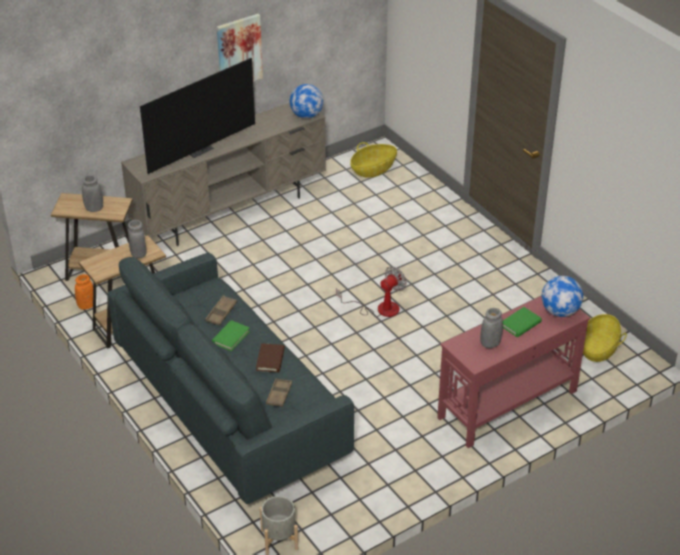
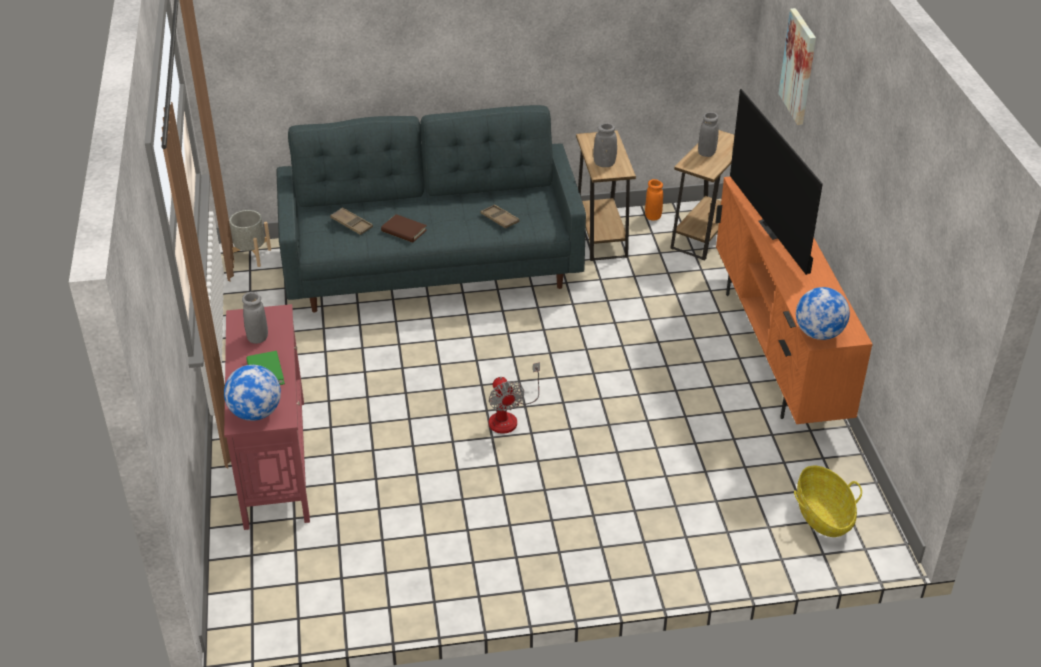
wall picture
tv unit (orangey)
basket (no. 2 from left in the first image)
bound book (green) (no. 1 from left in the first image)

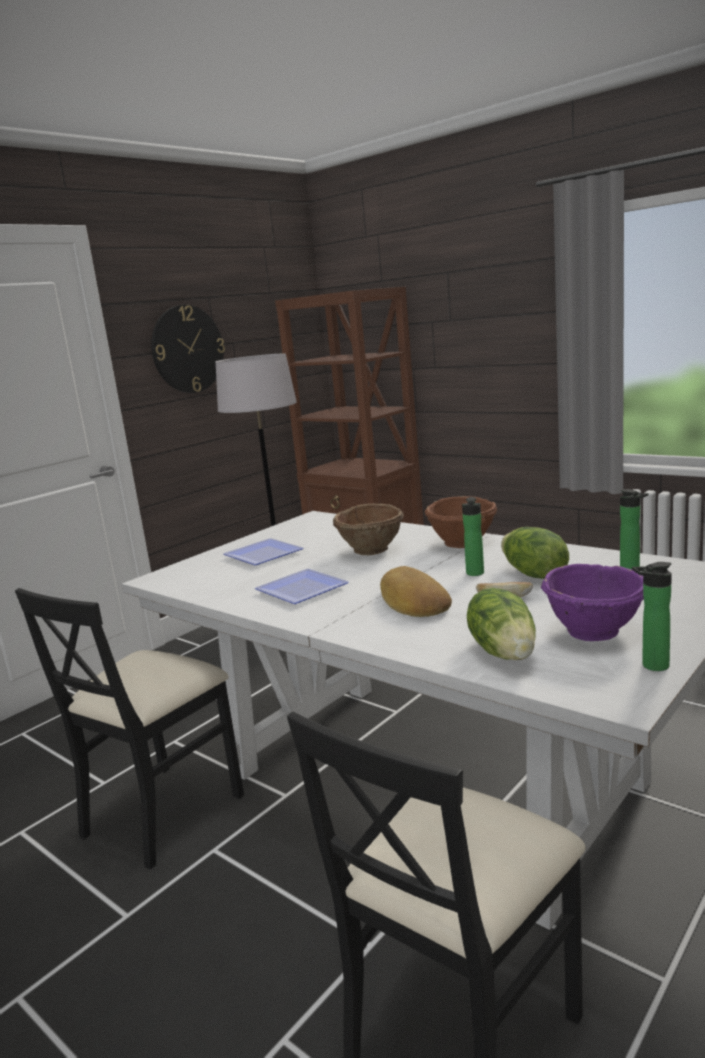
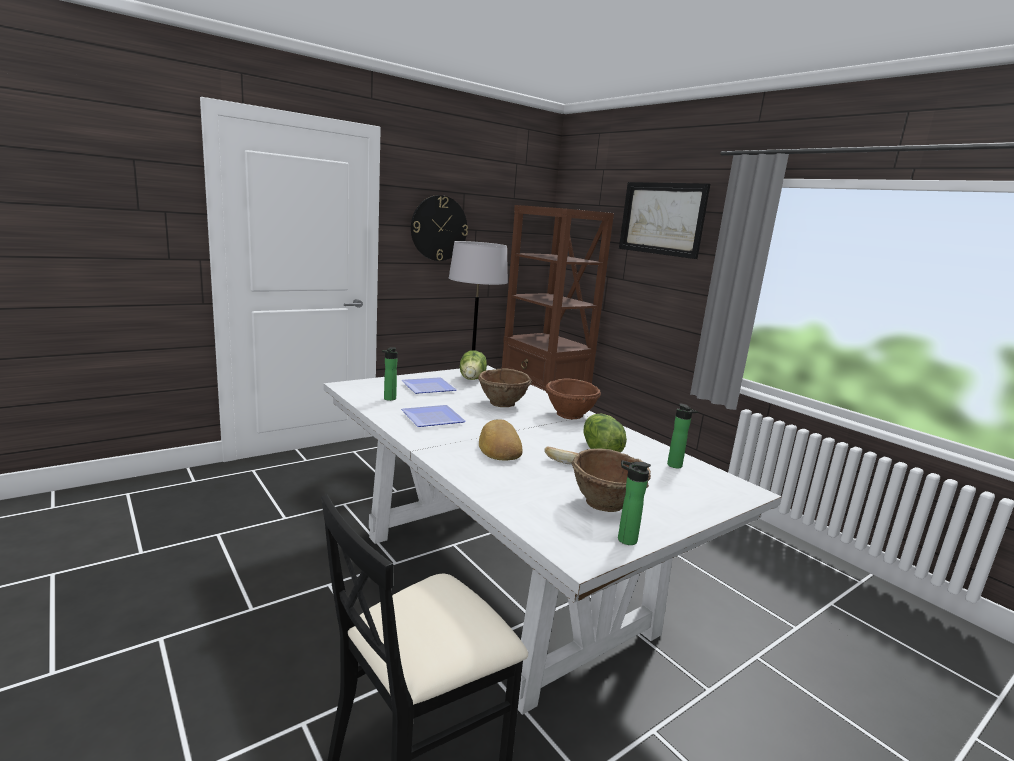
bottle (no. 1 from left)
deep dish (brown-coloured) (no. 3 from left)
plain chair (black) (no. 1 from left in the first image)
lettuce head (no. 1 from left)
wall picture

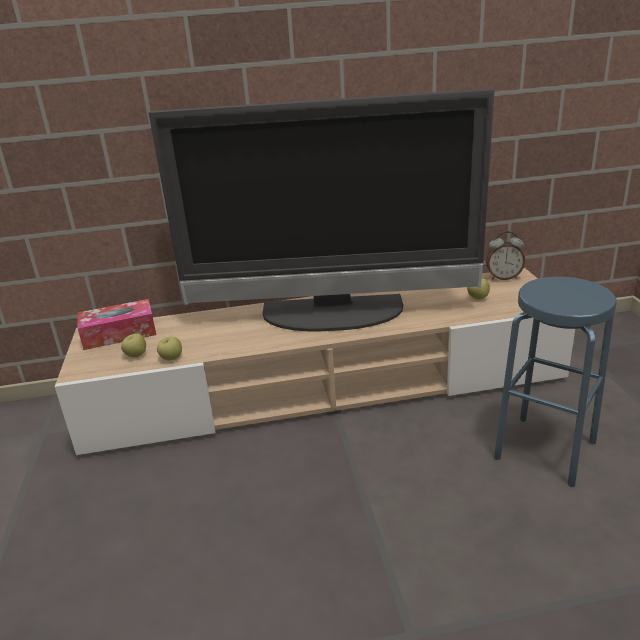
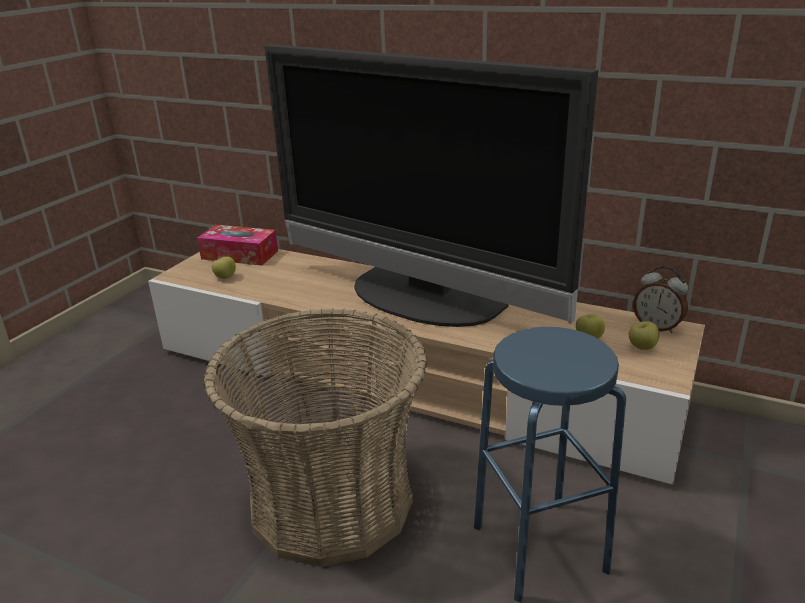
apple fruit (no. 3 from left)
basket

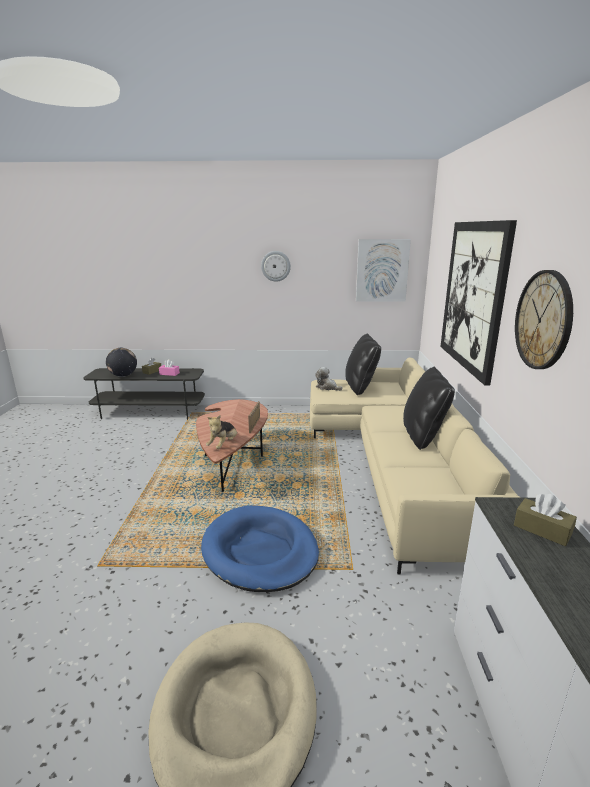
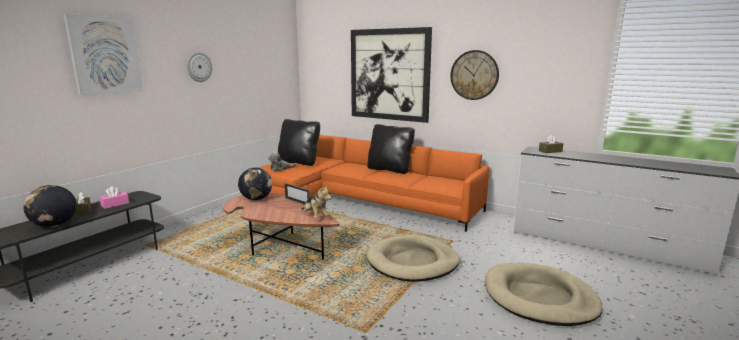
wall picture (no. 1 from left)
sofa (orangey)
dog cushion (sand-coloured) (no. 1 from left)
desk globe (no. 2 from left)

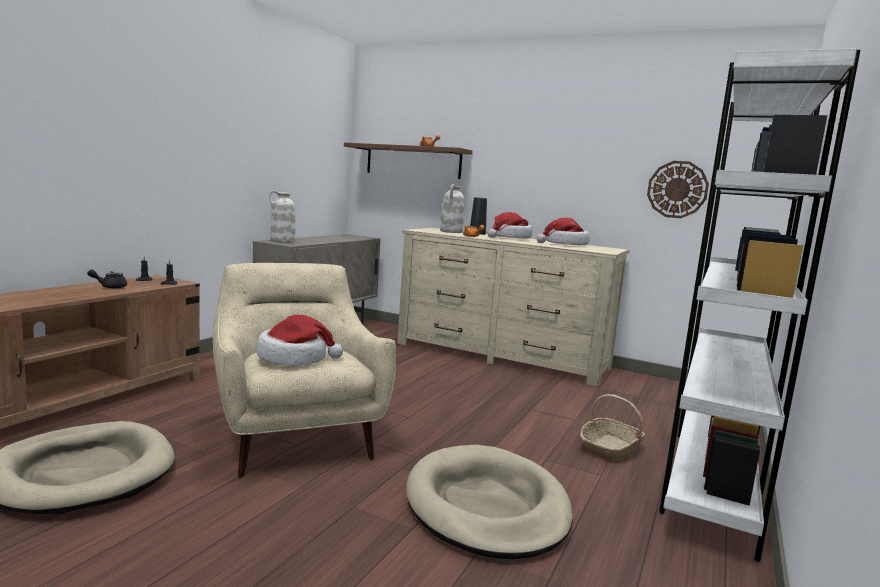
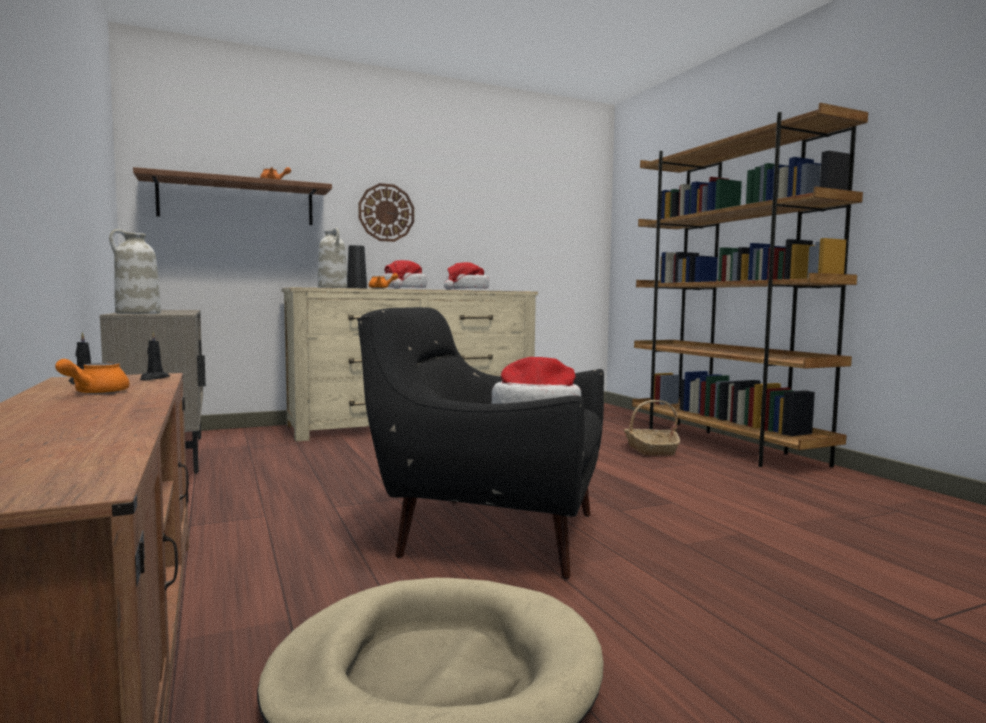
bookcase (brown-coloured)
hanging clock
armchair (black)
teapot (orangey) (no. 1 from left)
dog cushion (sand-coloured) (no. 2 from left in the first image)

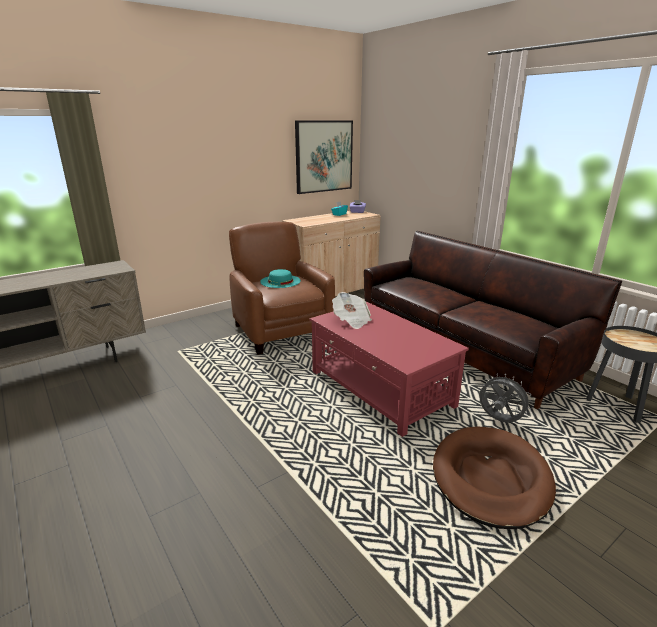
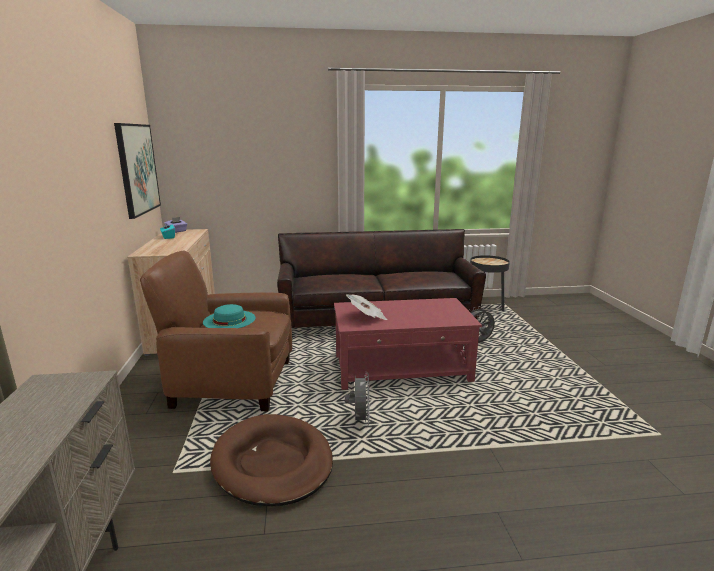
dog cushion (brown-coloured)
fan (gray) (no. 1 from left)

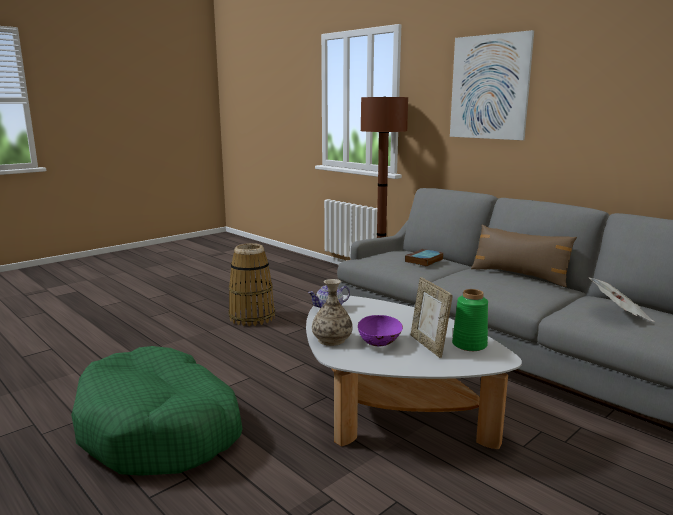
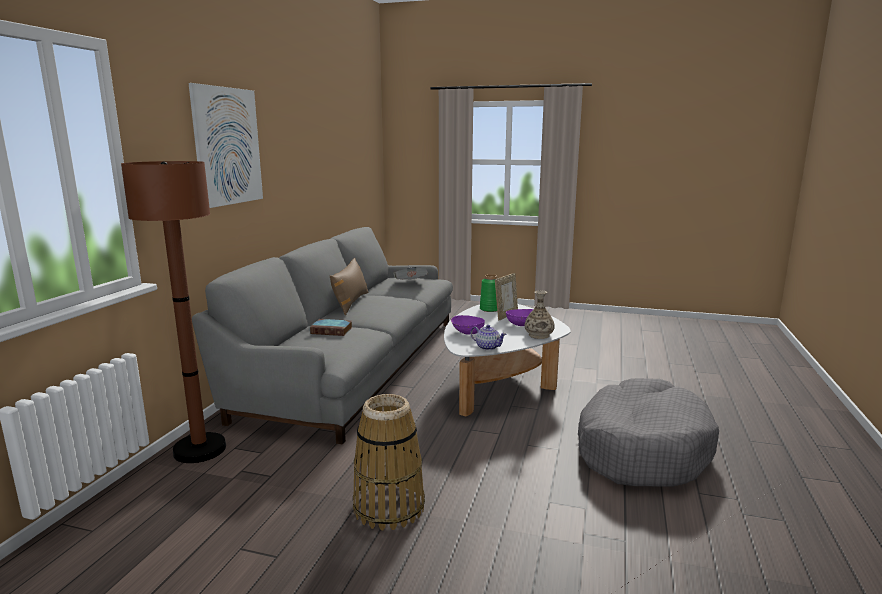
dog cushion (gray)
deep dish (purple-coloured) (no. 1 from left)

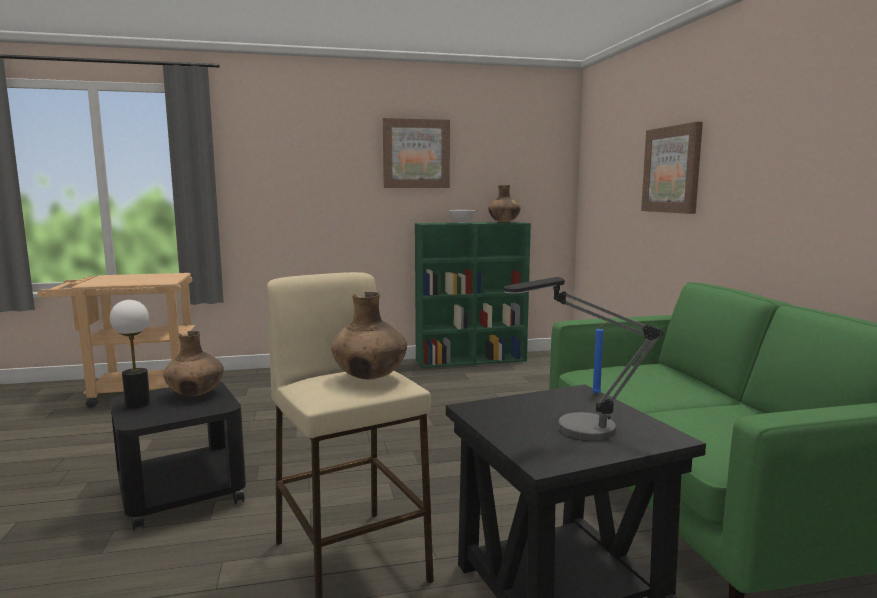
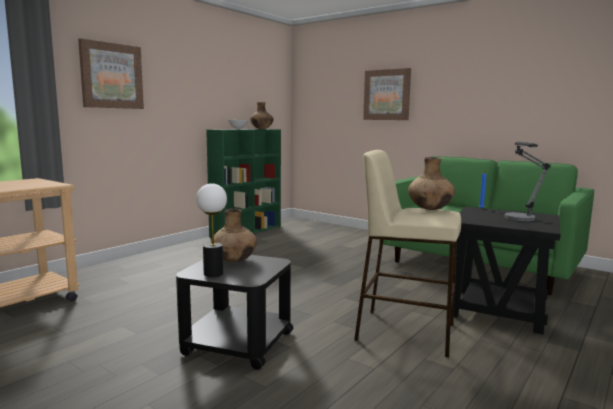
wall picture (no. 1 from left)

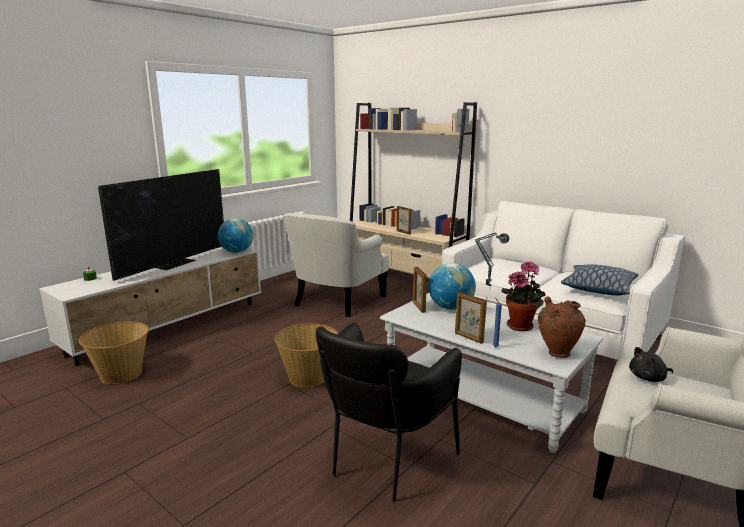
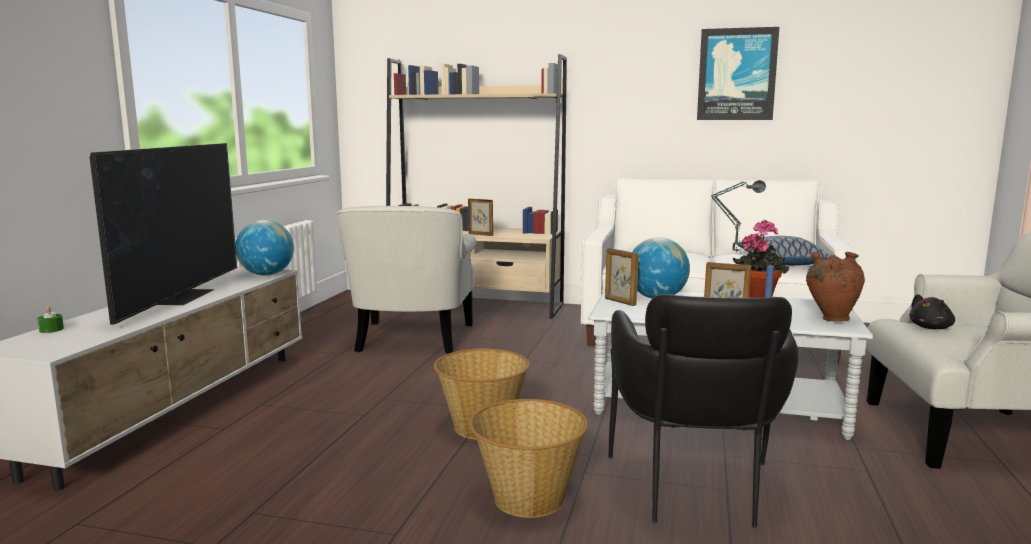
basket (no. 2 from left)
wall picture

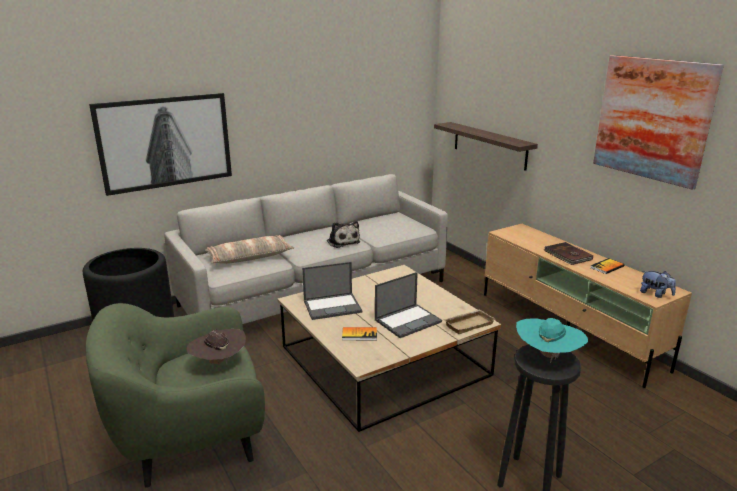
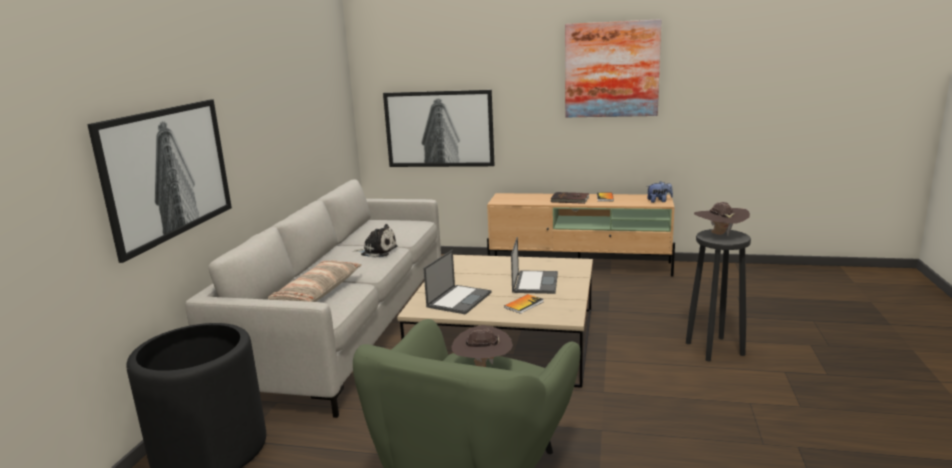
wall picture (no. 2 from left)
carrying tray (sand-coloured)
wearable hat (brown-coloured) (no. 2 from left)

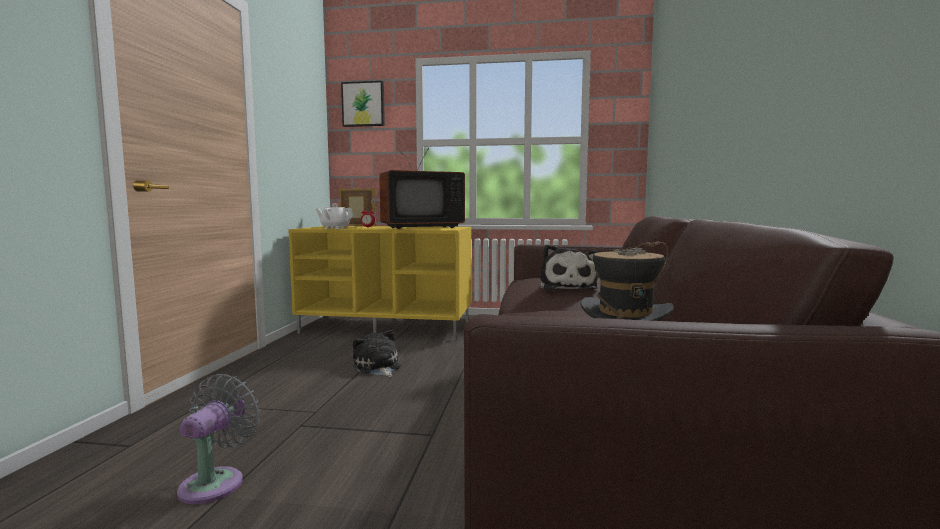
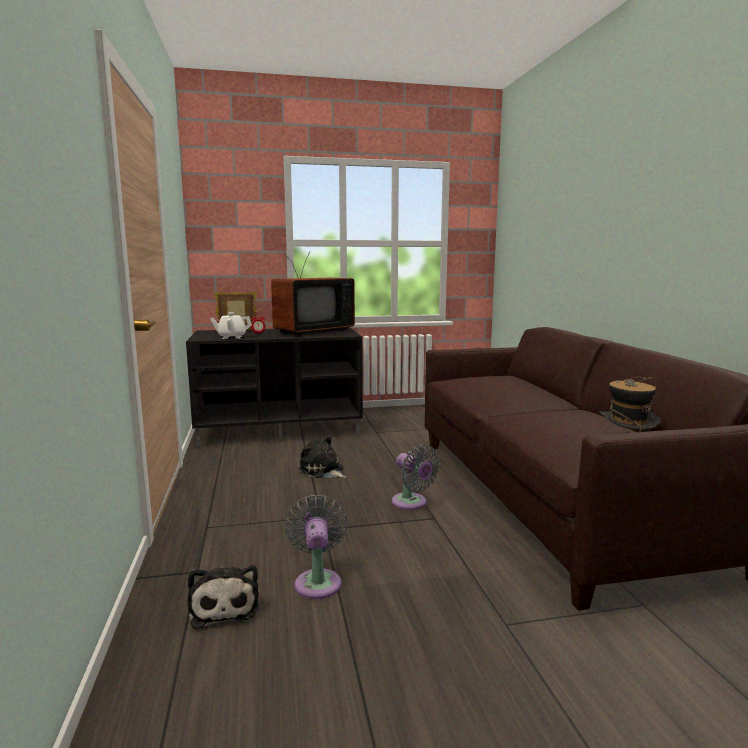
wall picture
tv unit (black)
plush toy (no. 1 from left)
fan (gray) (no. 2 from left)

